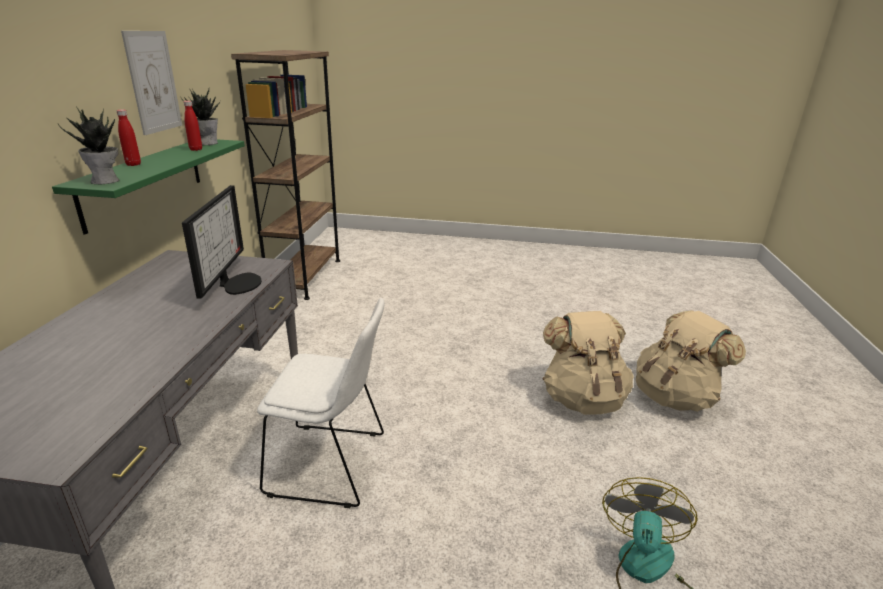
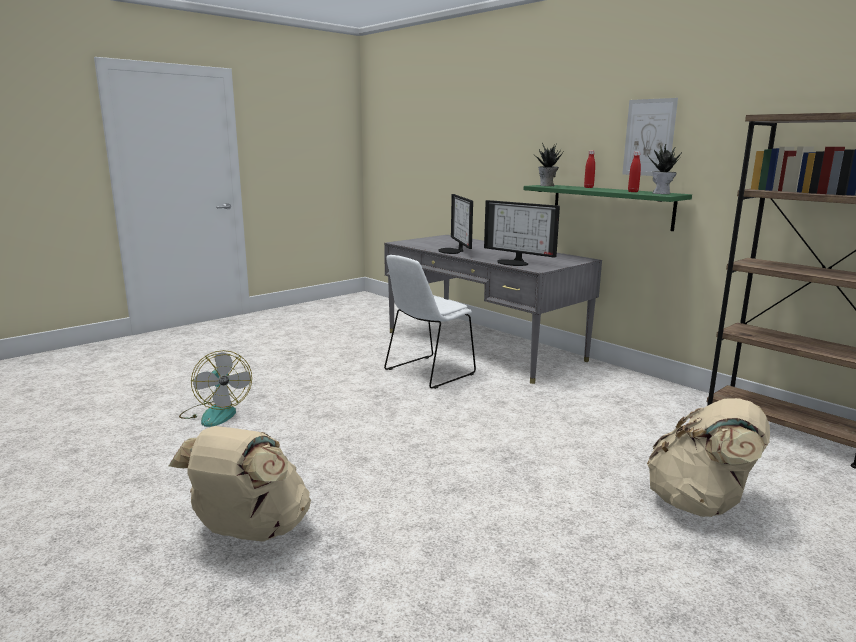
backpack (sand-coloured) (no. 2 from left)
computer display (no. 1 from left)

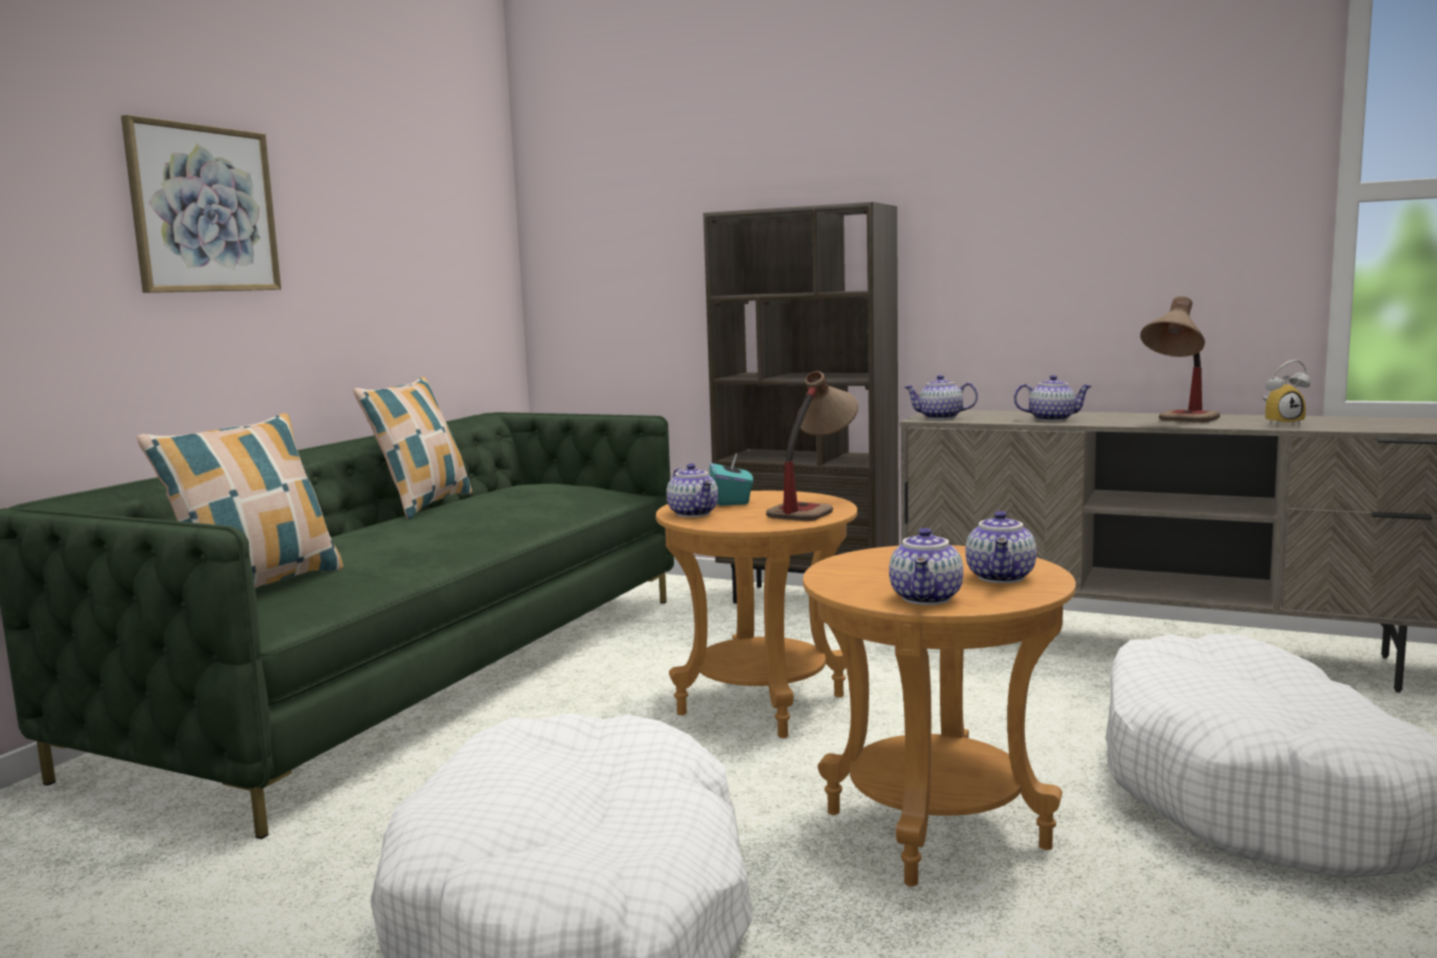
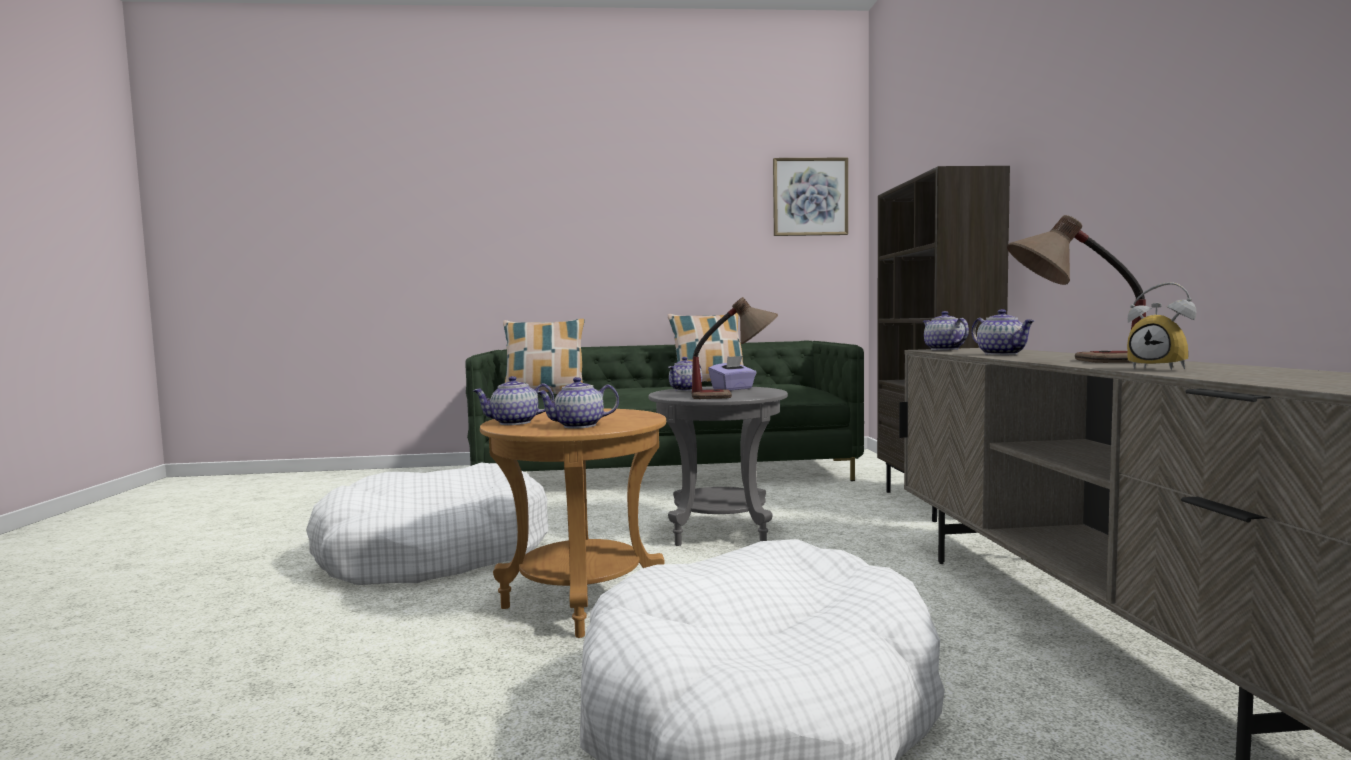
wall picture
tissue box (purple-coloured)
accent table (gray)

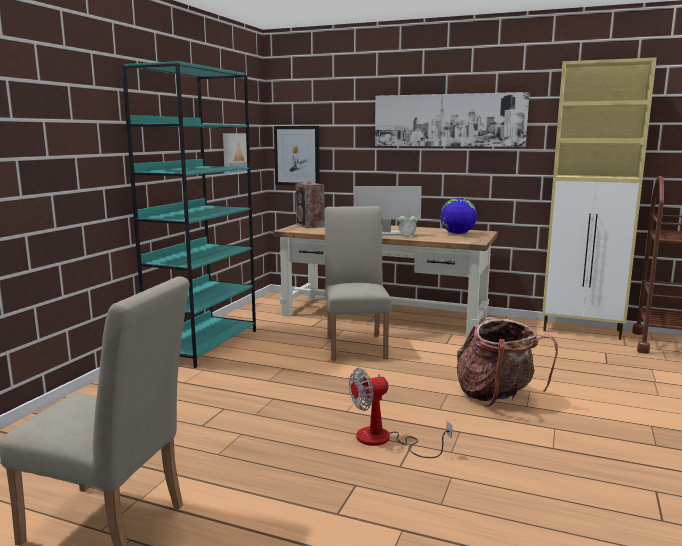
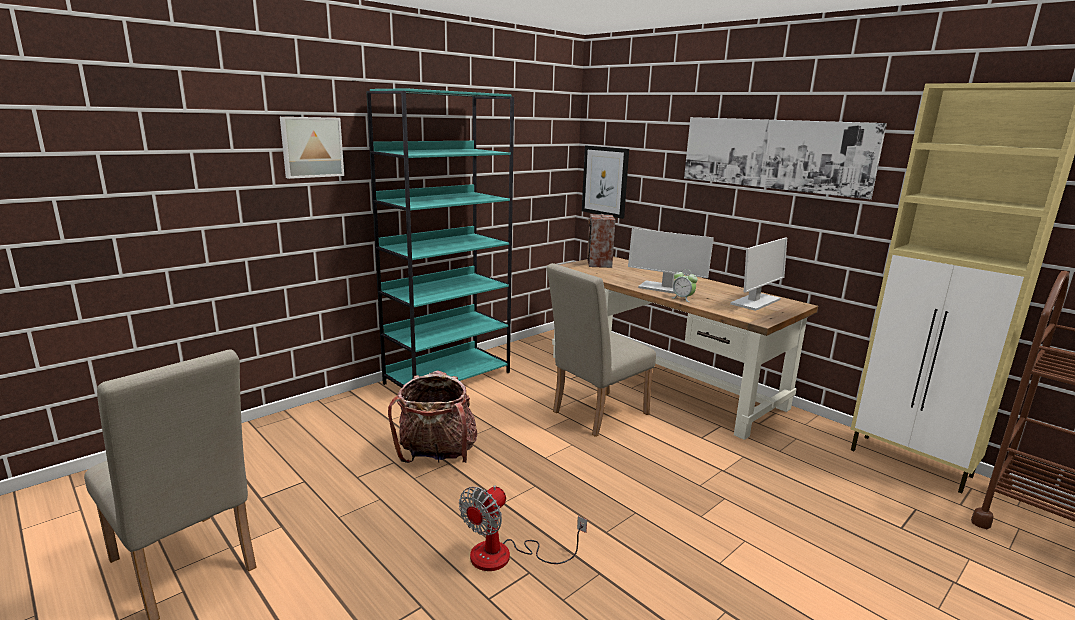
wall picture (no. 1 from left)
computer display (no. 2 from left)
plain chair (sand-coloured) (no. 2 from left)
backpack
fan

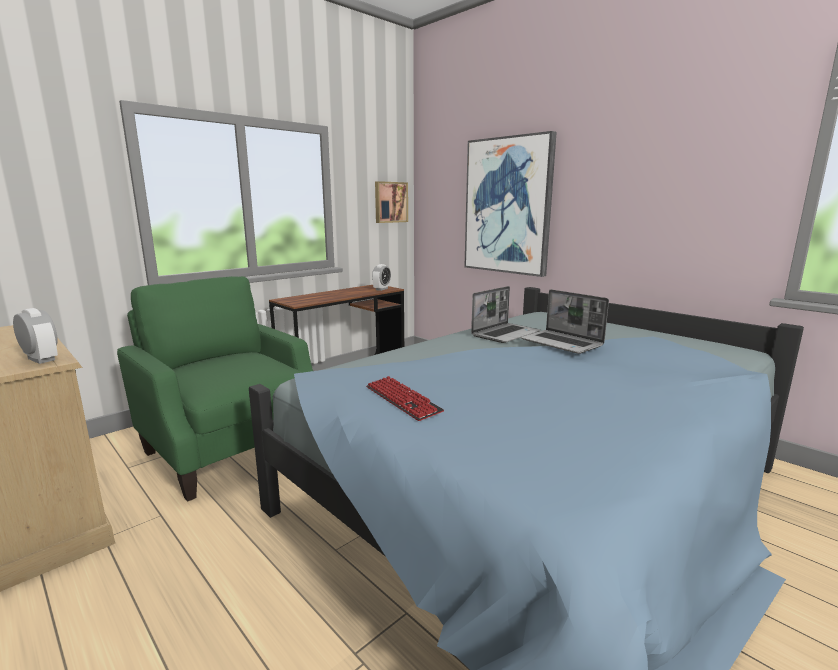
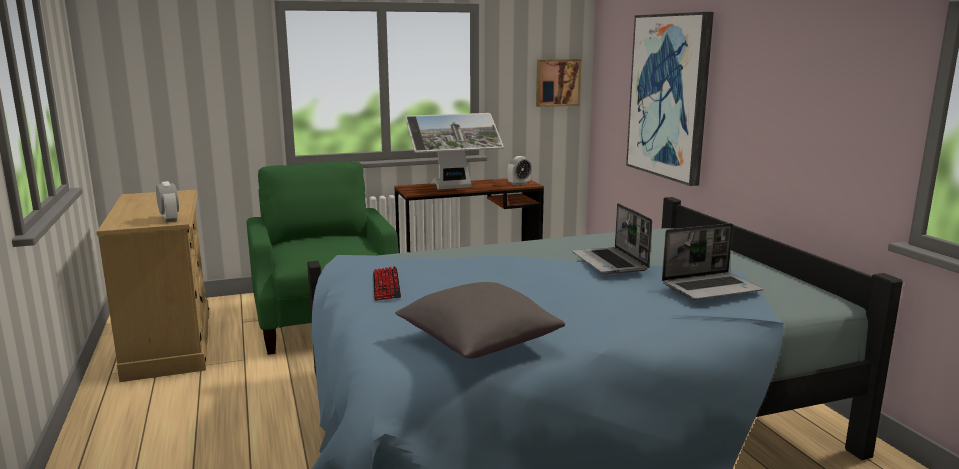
laptop (no. 2 from left)
computer display
throw pillow (gray)

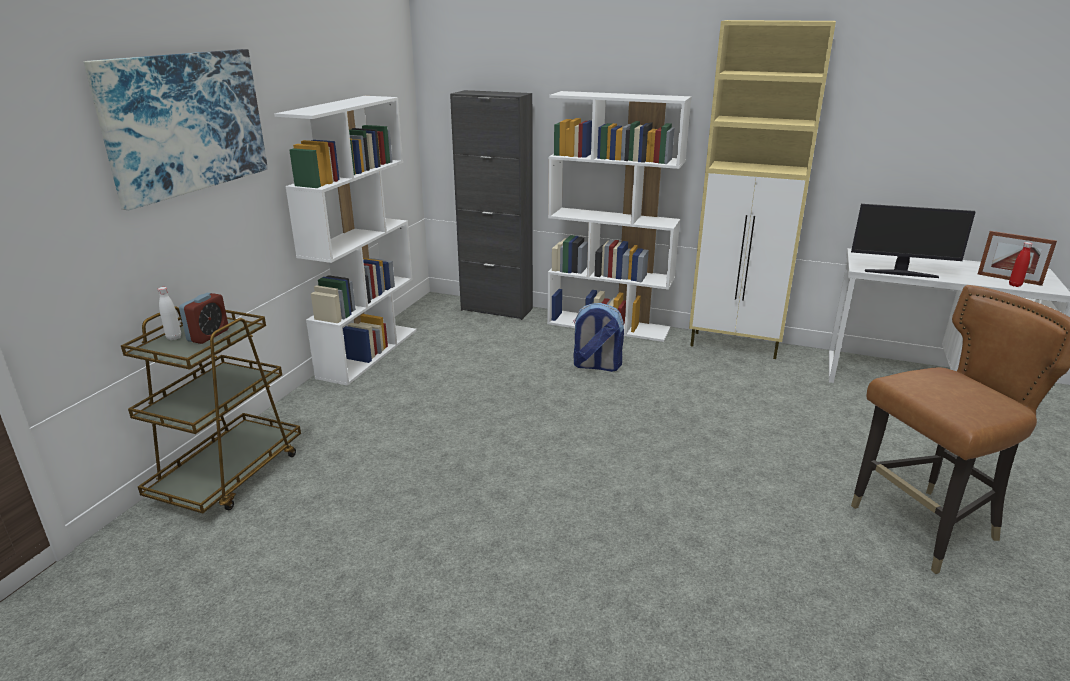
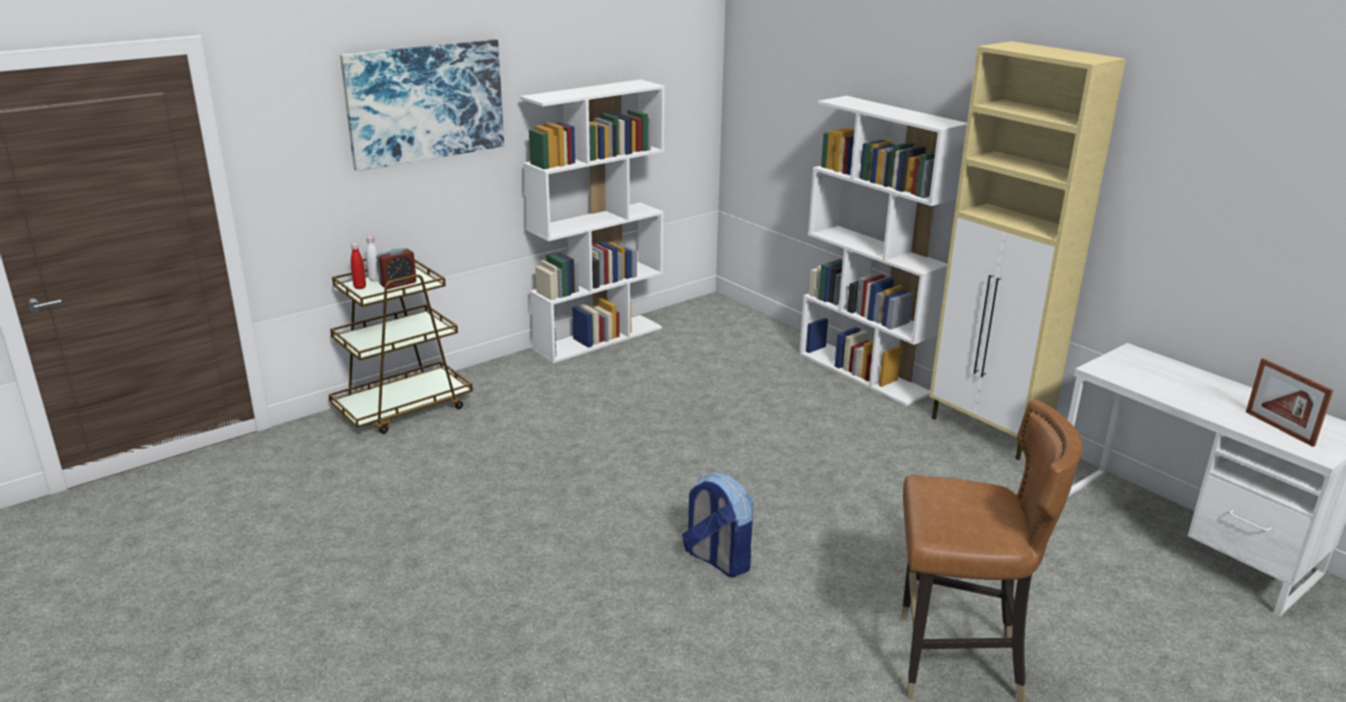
cupboard (black)
computer display
bottle (red-coloured)
backpack

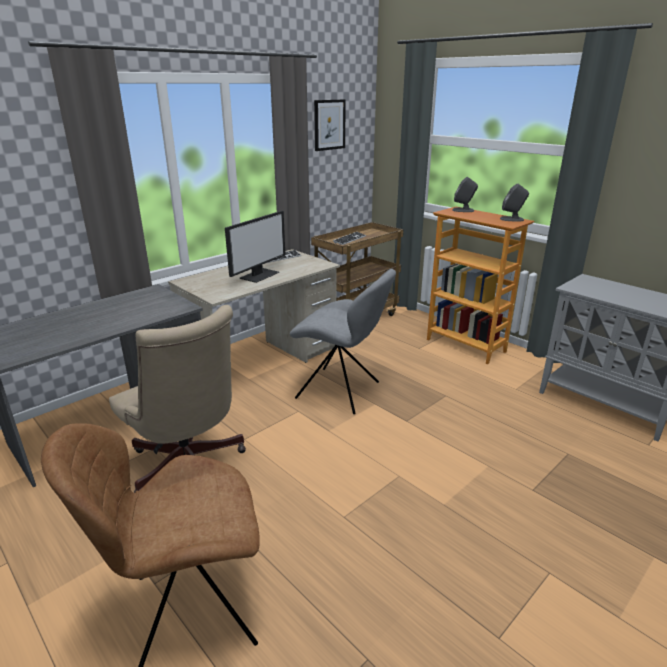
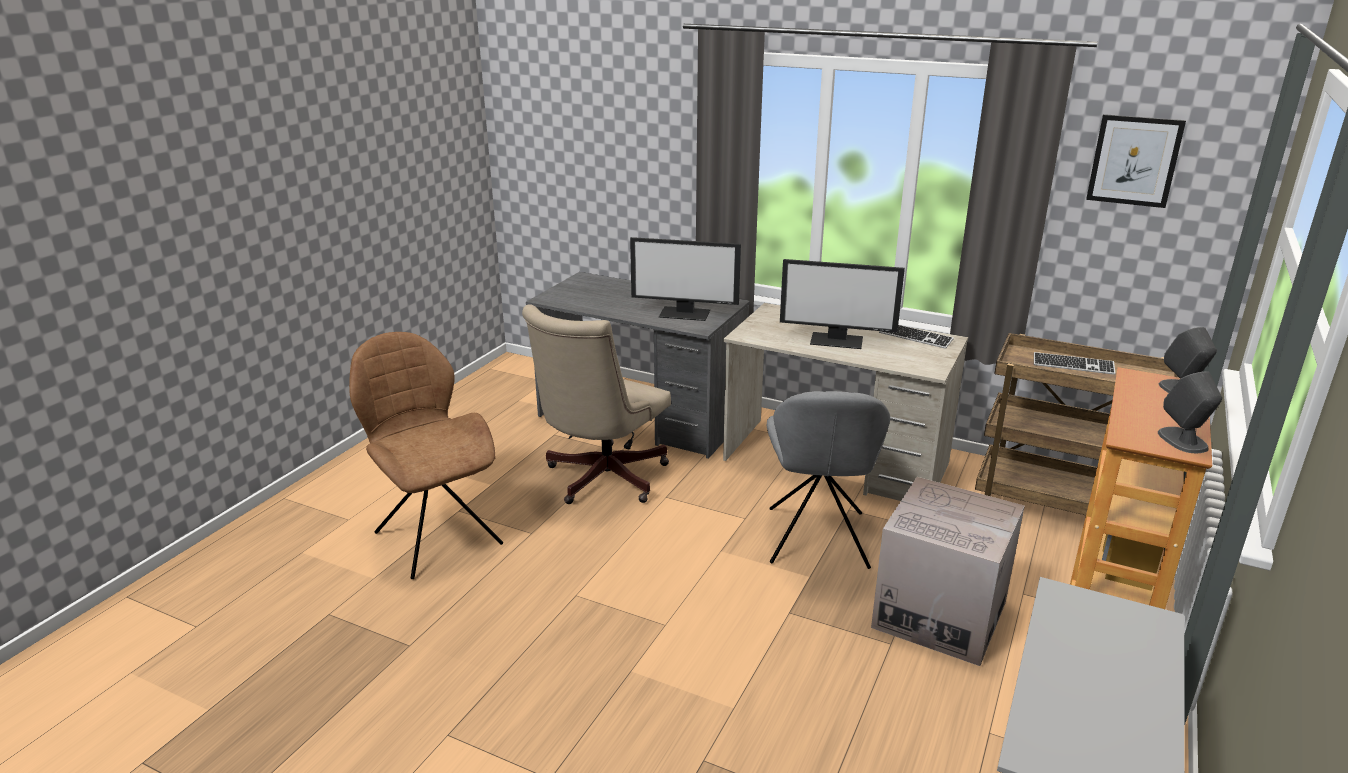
computer display (no. 1 from left)
carton

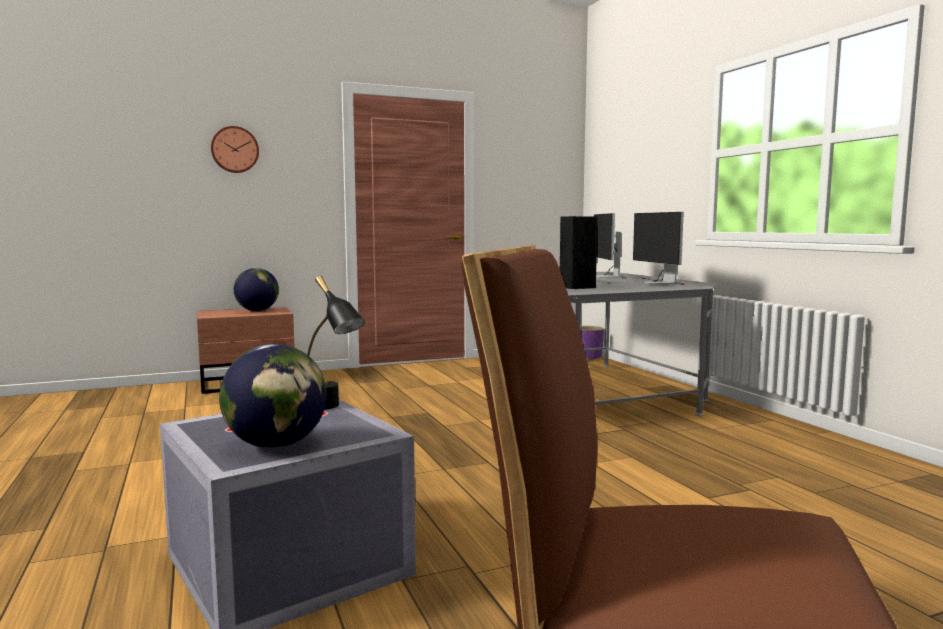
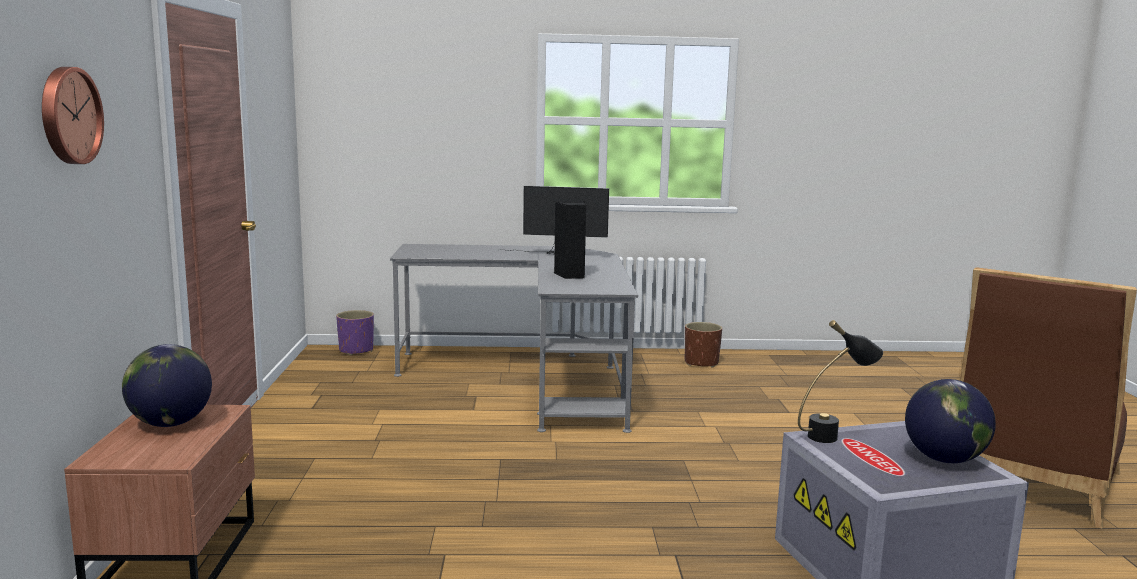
computer display (no. 1 from left in the first image)
plant pot (brown-coloured)

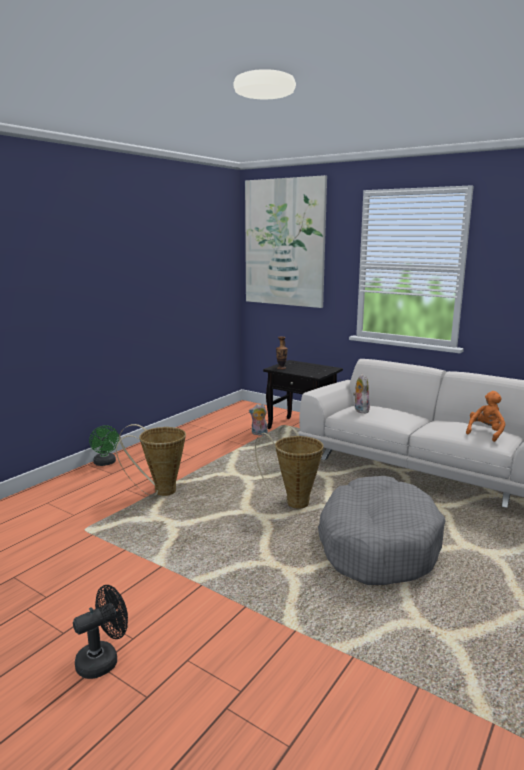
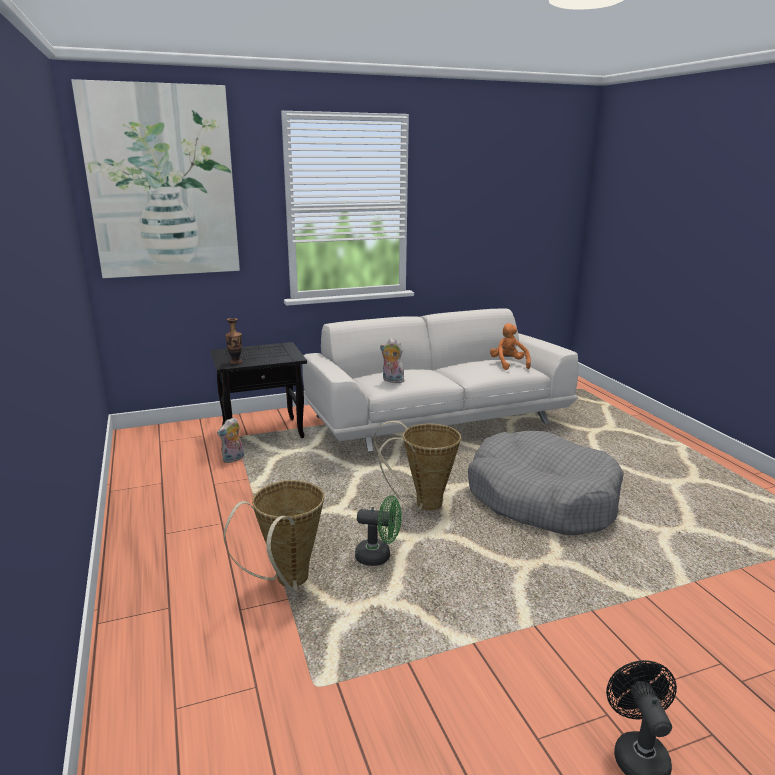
fan (green)

